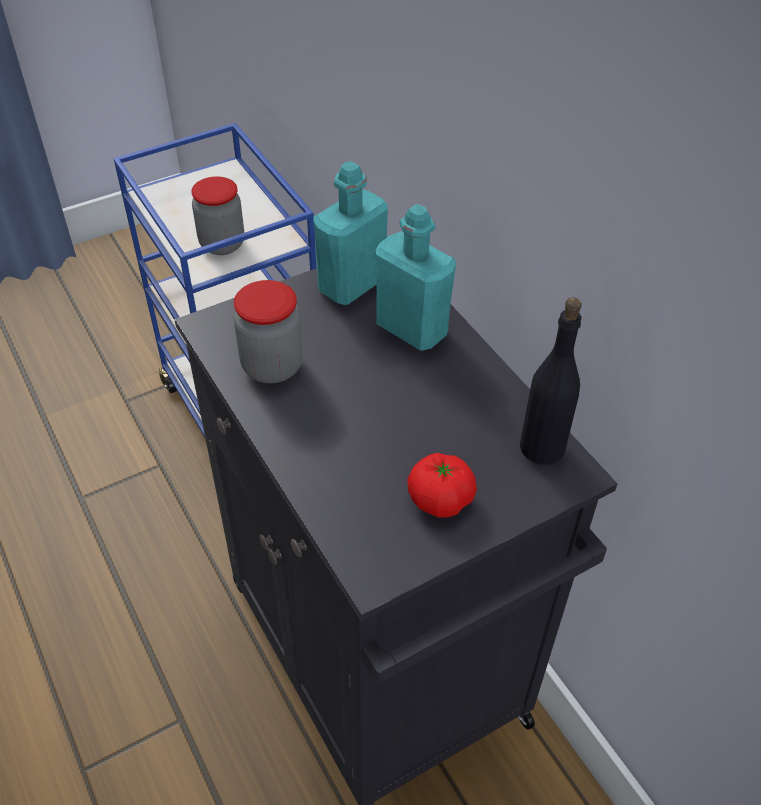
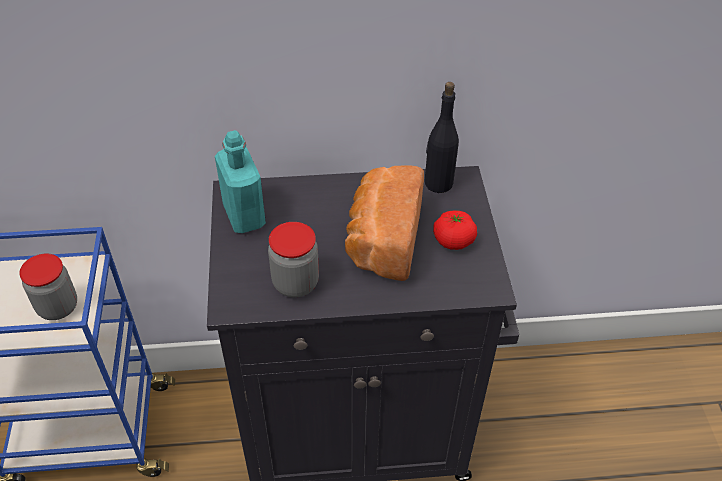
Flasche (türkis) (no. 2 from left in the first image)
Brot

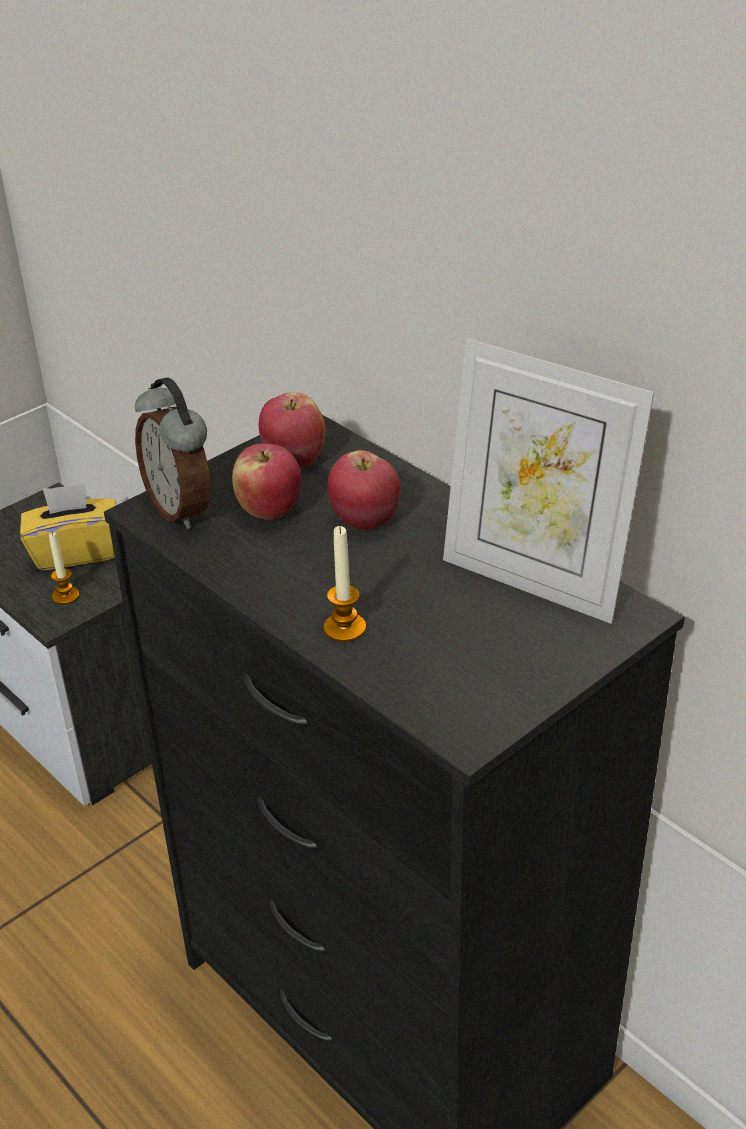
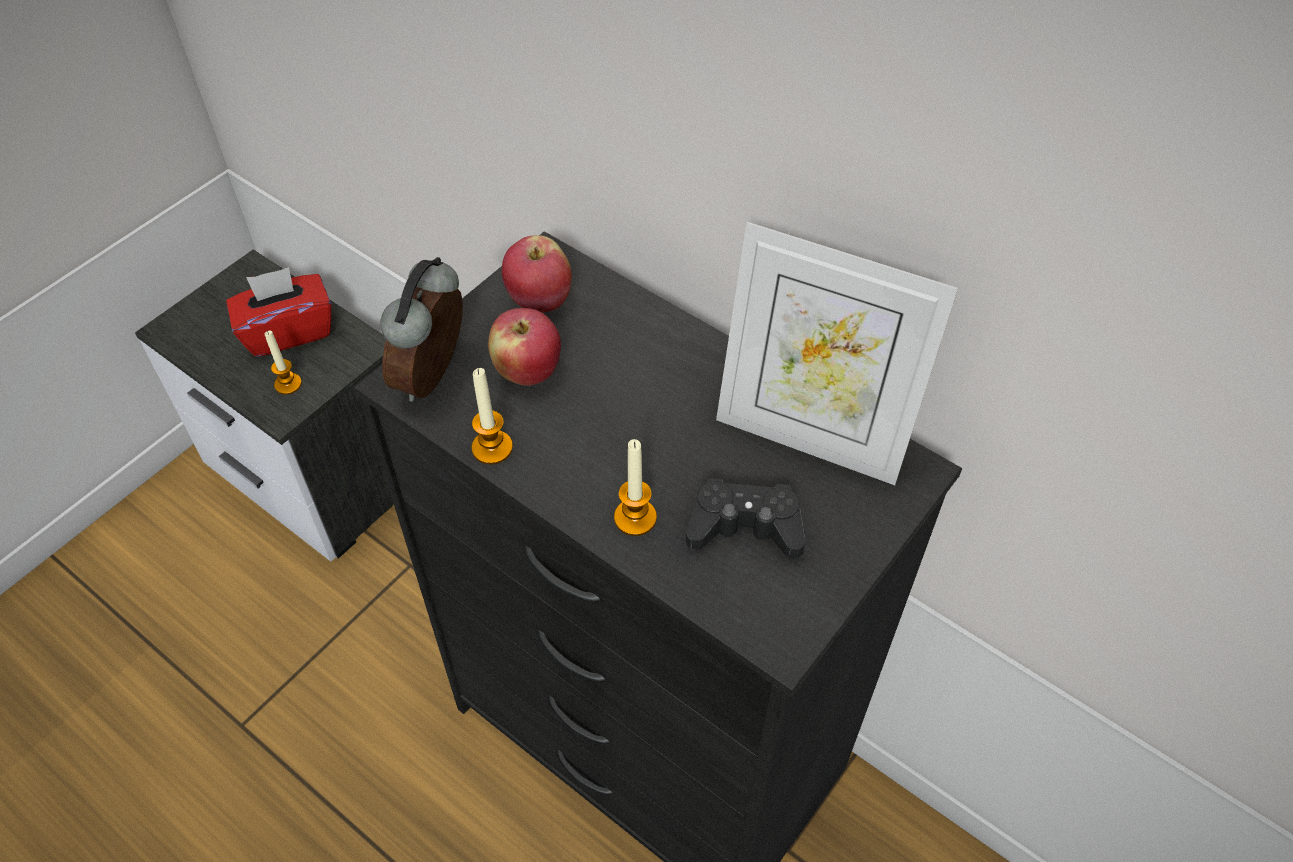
Taschentuchbox (rot)
Wecker
Apfel (no. 3 from left in the first image)
Kerze (no. 2 from left)
Gamepad (schwarz)

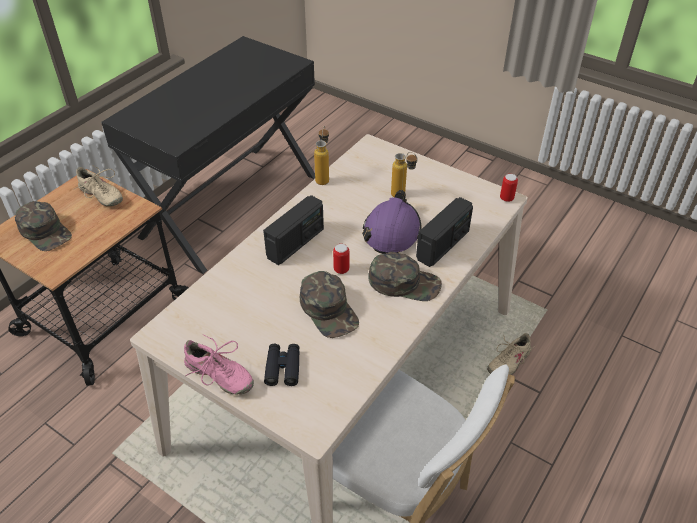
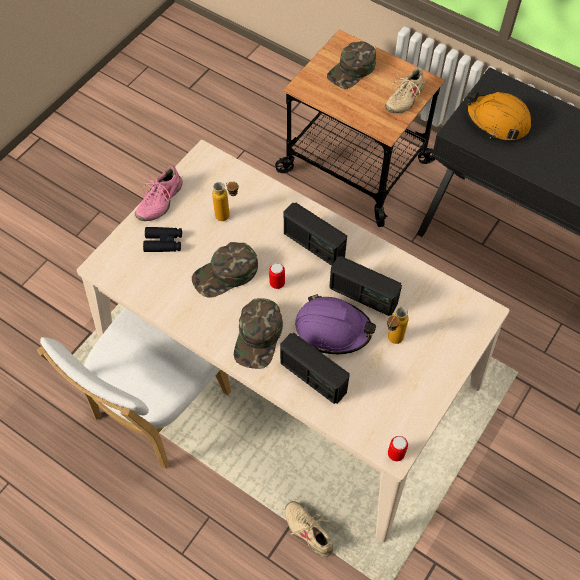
Flasche (no. 1 from left)
Radio (no. 3 from left)
Schutzhelm (orange)

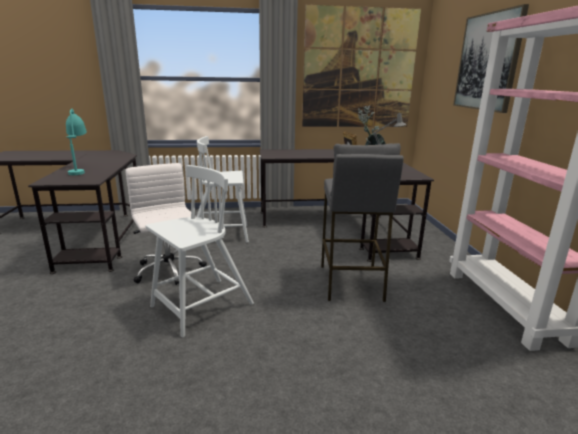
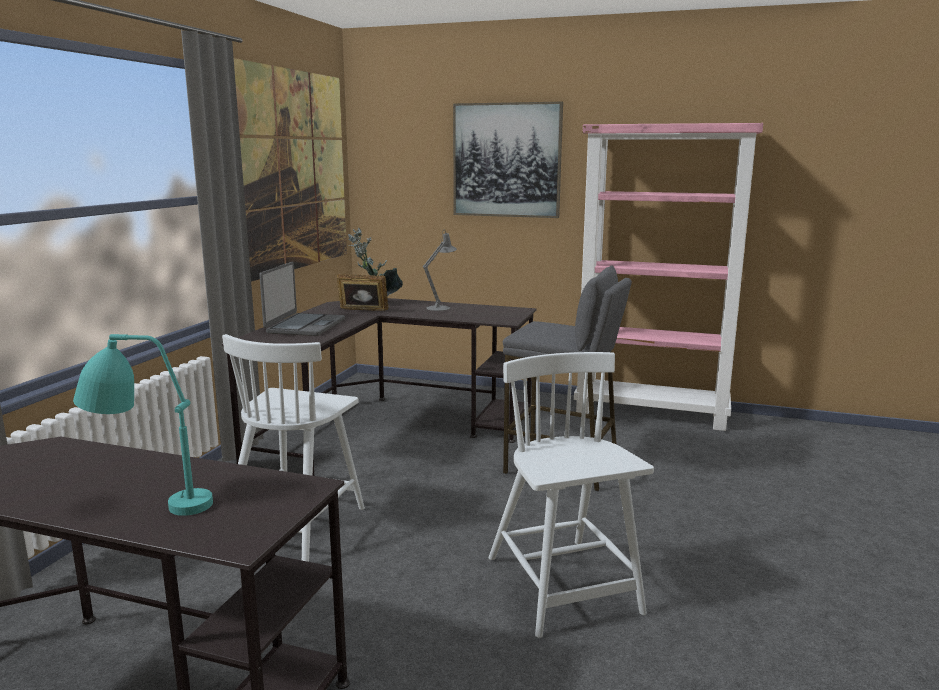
Bürostuhl (weiß)
Laptop

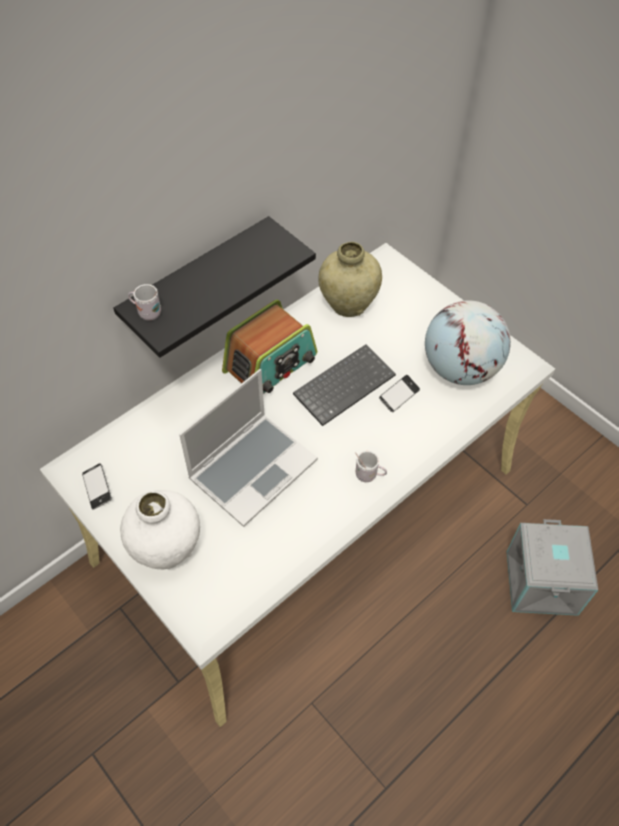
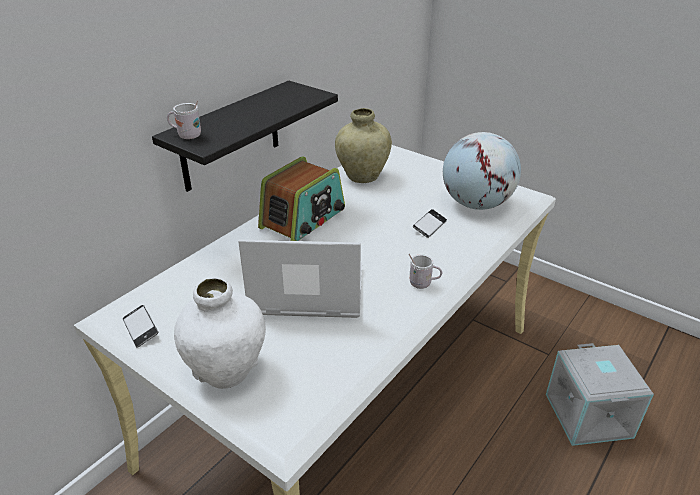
Laptop
Tastatur

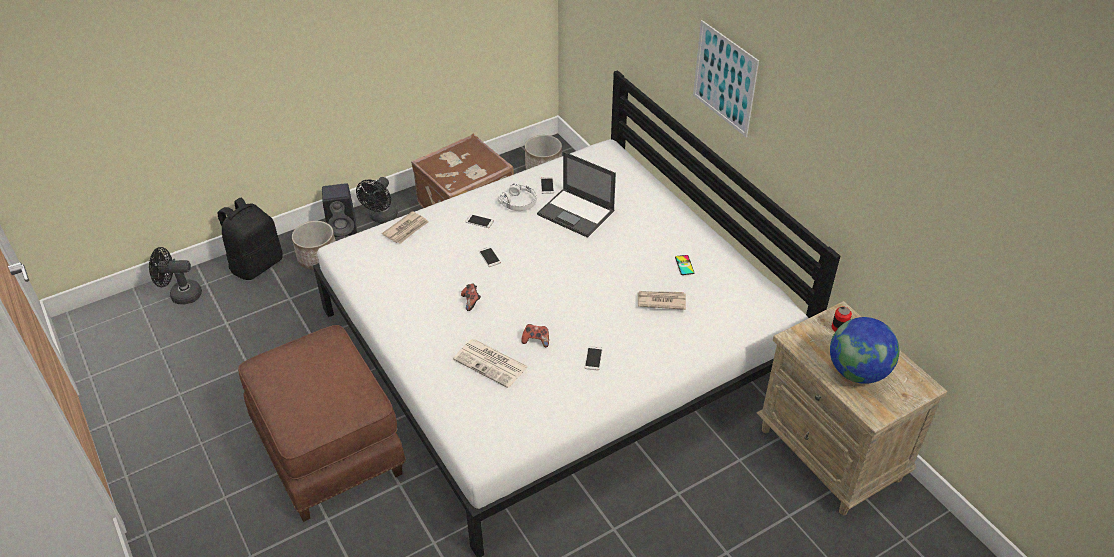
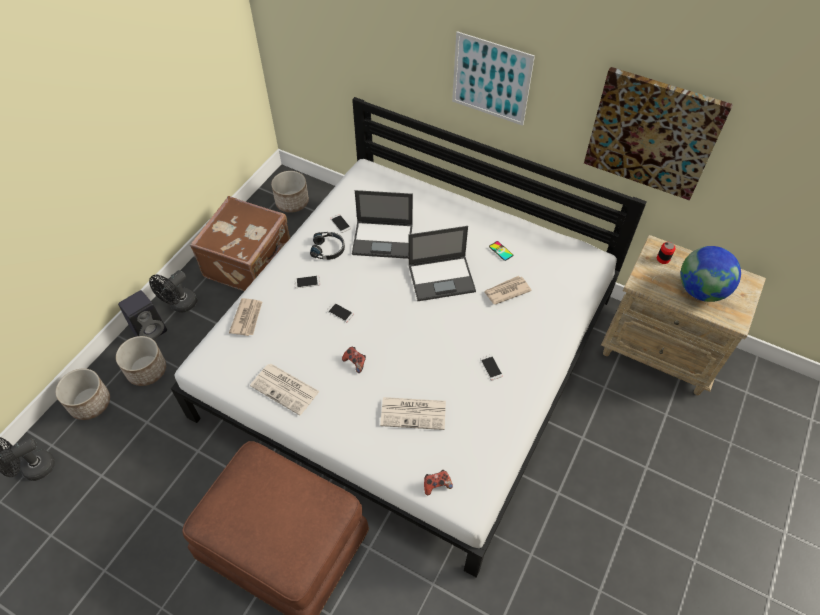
Pflanzkübel (no. 1 from left)
Ventilator (schwarz) (no. 2 from left)
Kopfhörer (schwarz)
Gamepad (no. 2 from left)
Zeitung (no. 2 from left)
Laptop (no. 2 from left)
Bild (no. 2 from left)

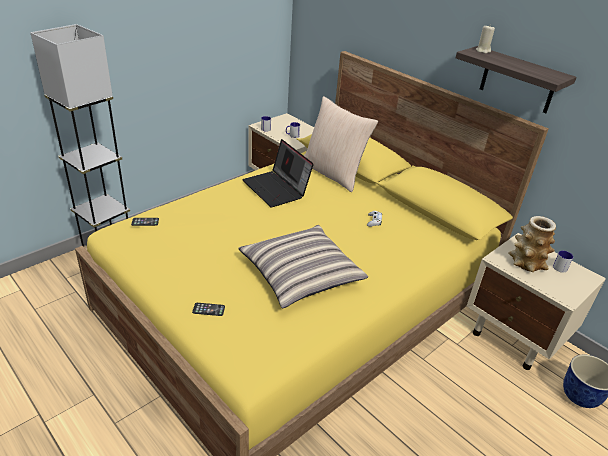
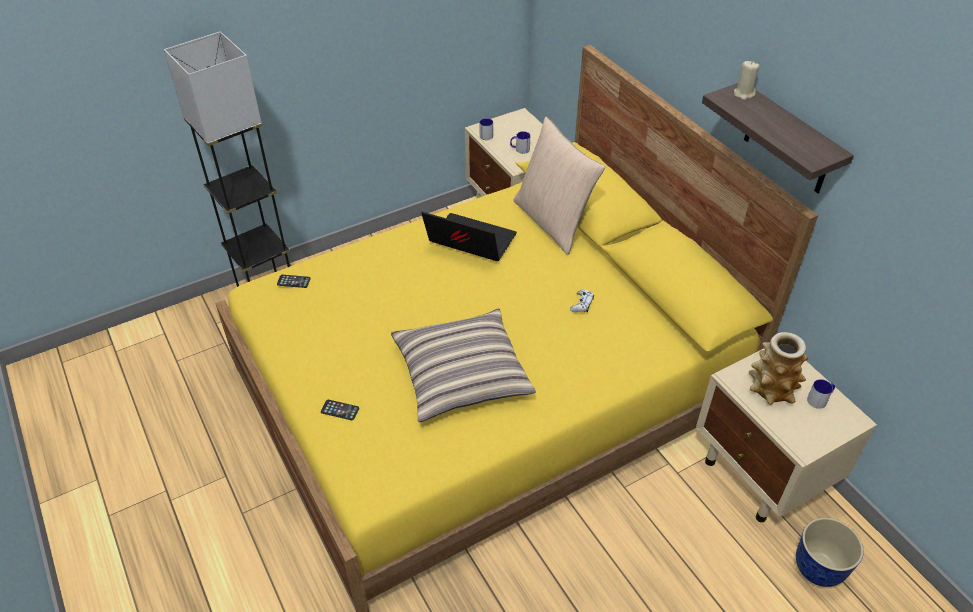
Laptop

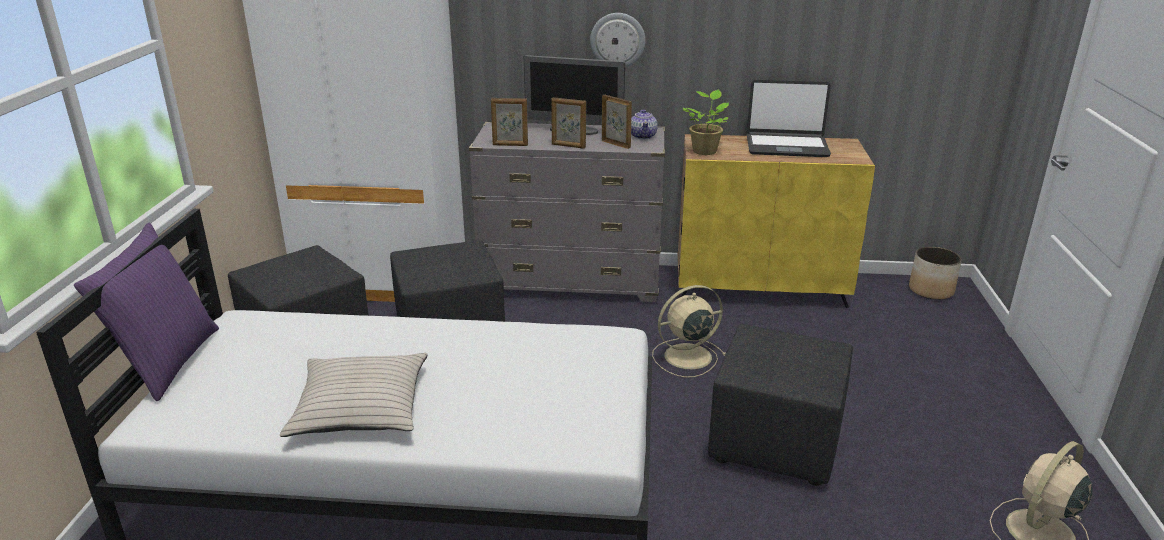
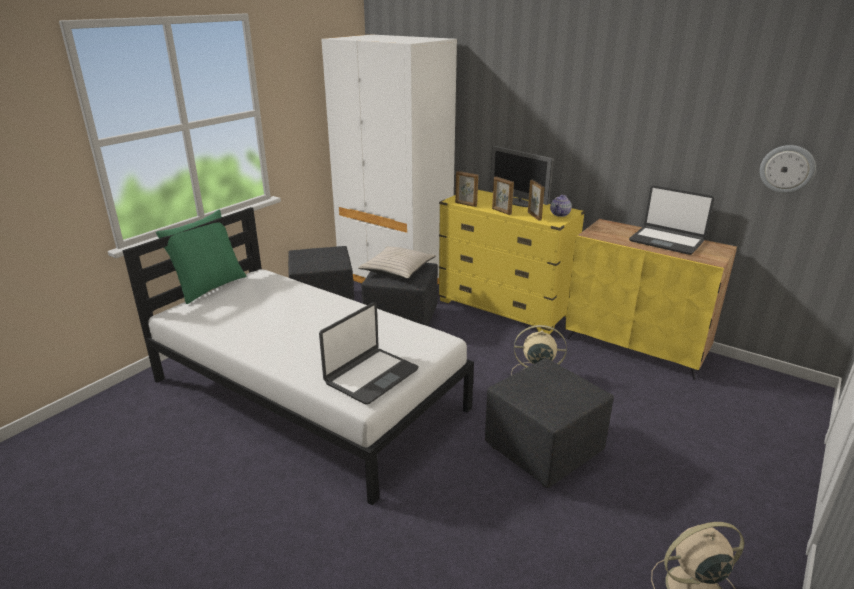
Kissen (grün)
Kissen (beige)
Kommode (gelb)
Wanduhr
Topfpflanze
Pflanzkübel
Laptop (no. 1 from left)

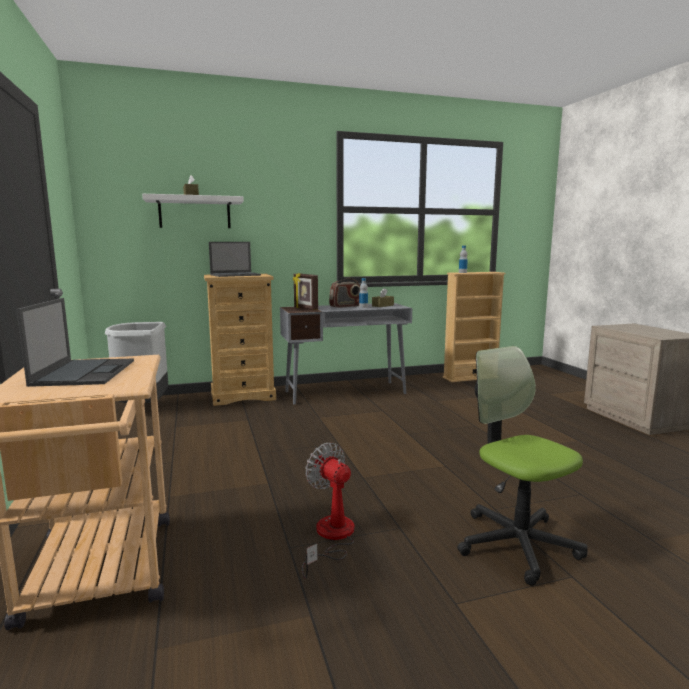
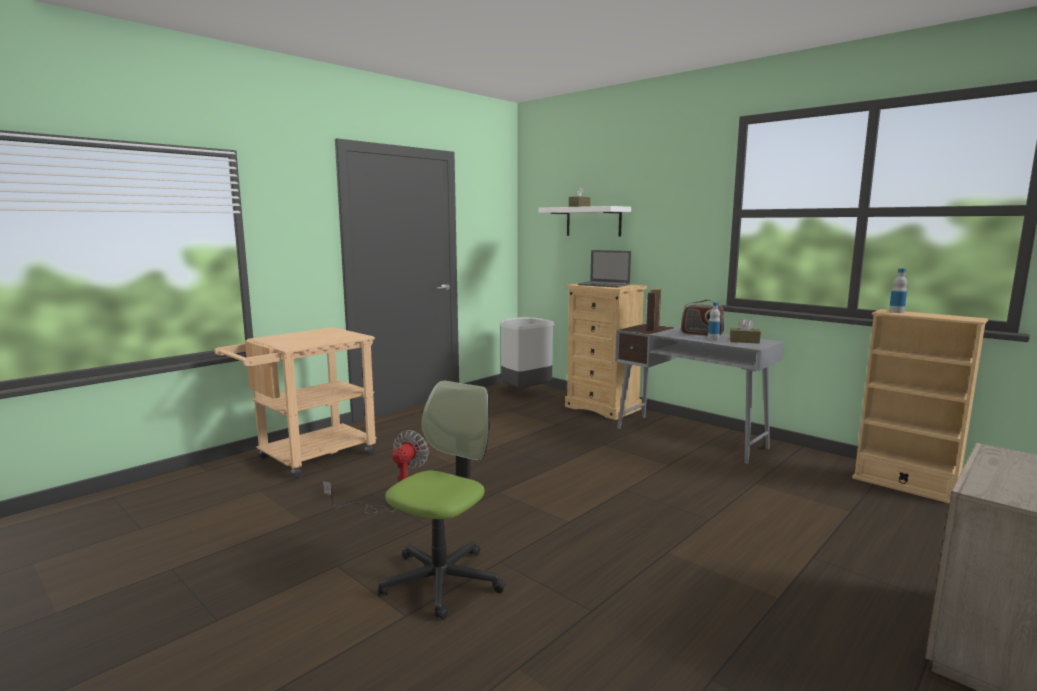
Laptop (no. 1 from left in the first image)

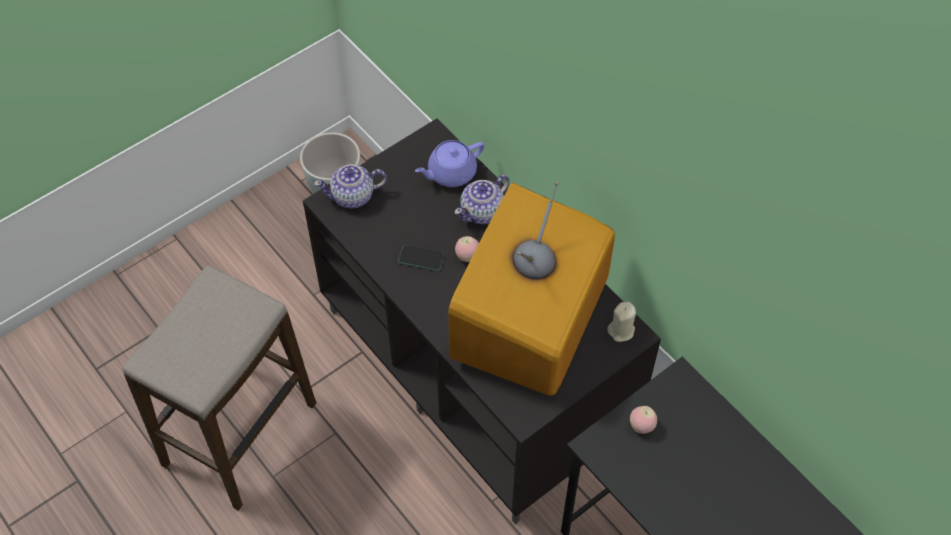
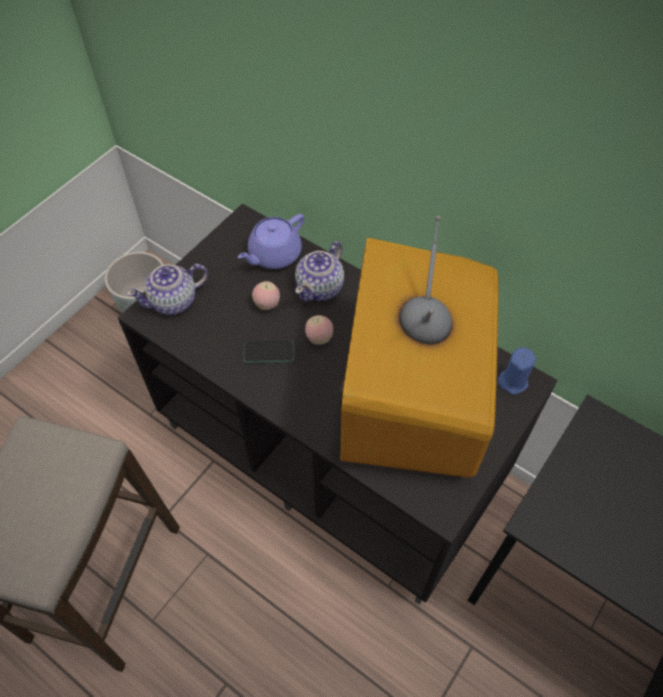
Kerze (blau)
Apfel (no. 1 from left)

